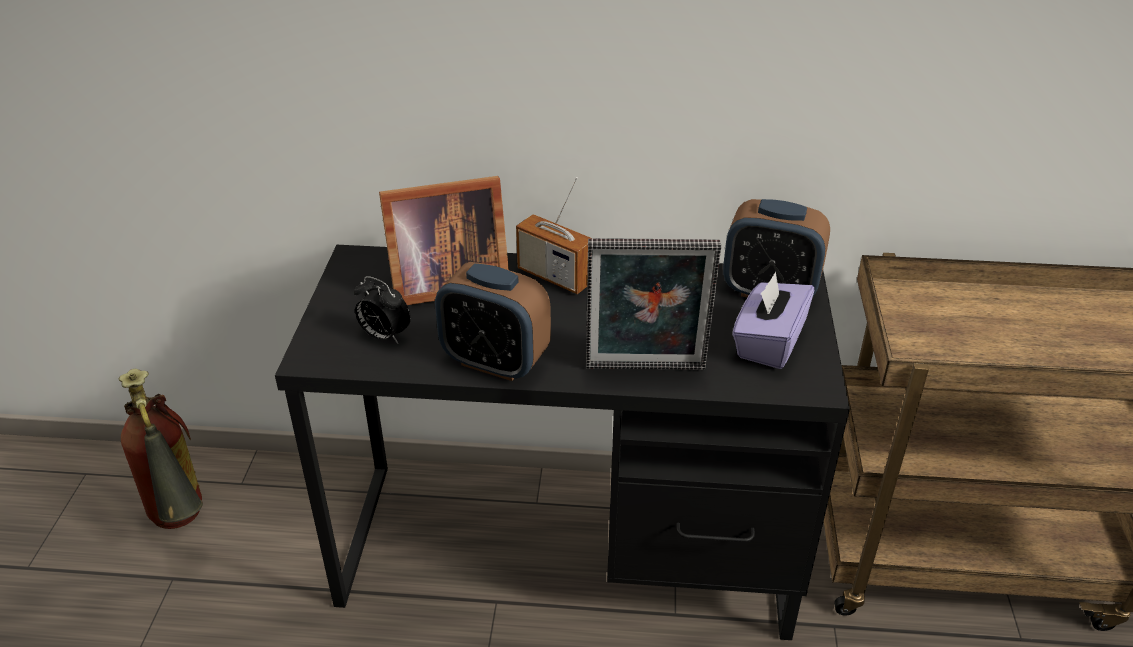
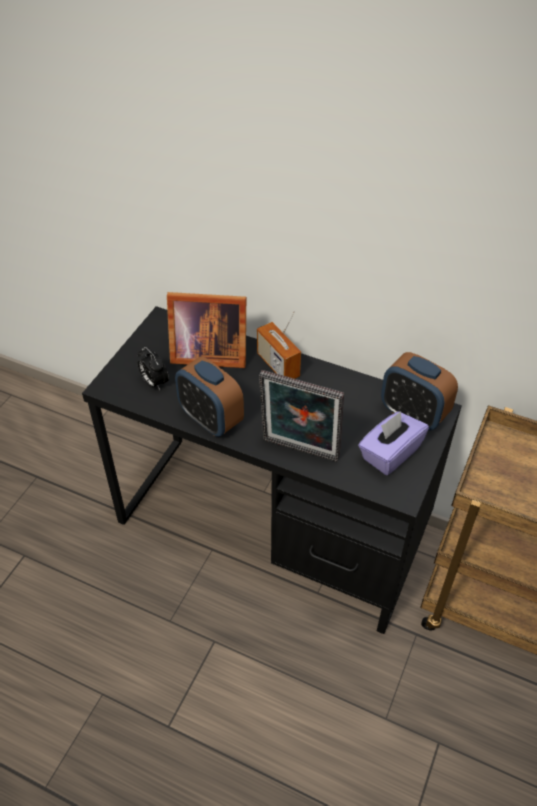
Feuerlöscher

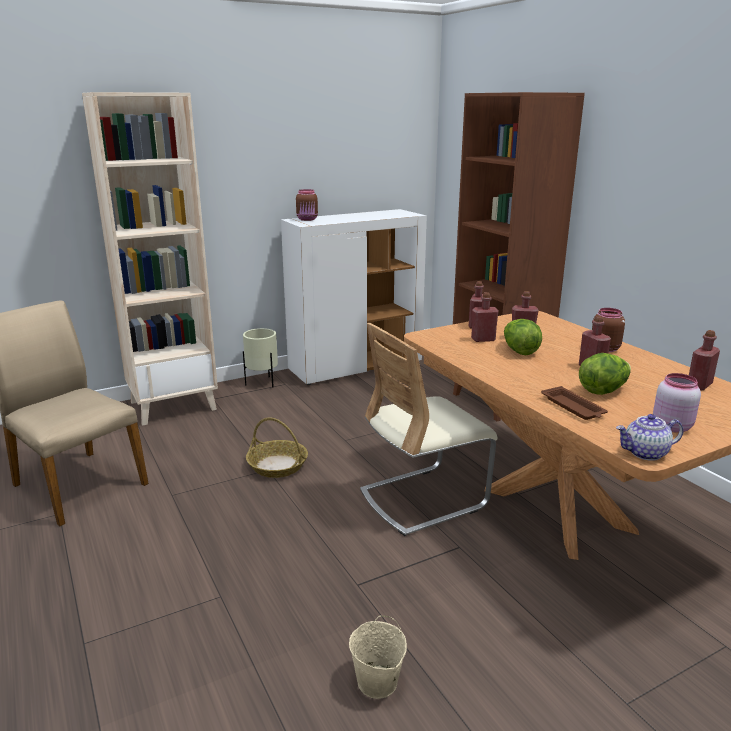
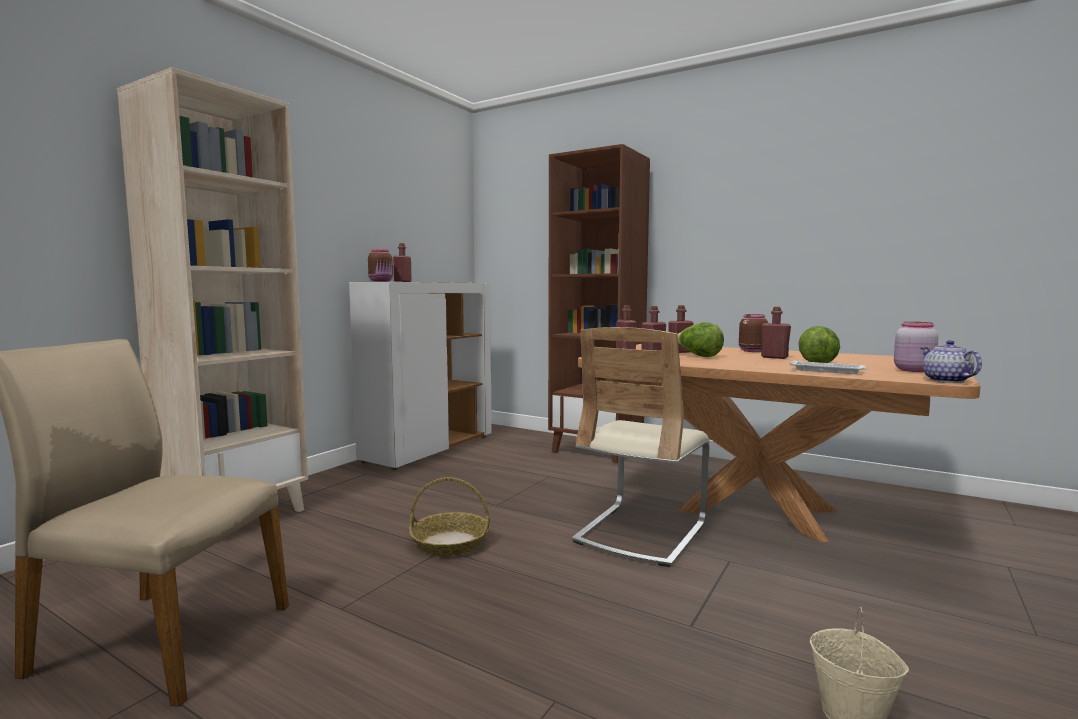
Pflanzkübel (beige)
Tablett (weiß)
Teekanne
Flasche (rot) (no. 1 from left)

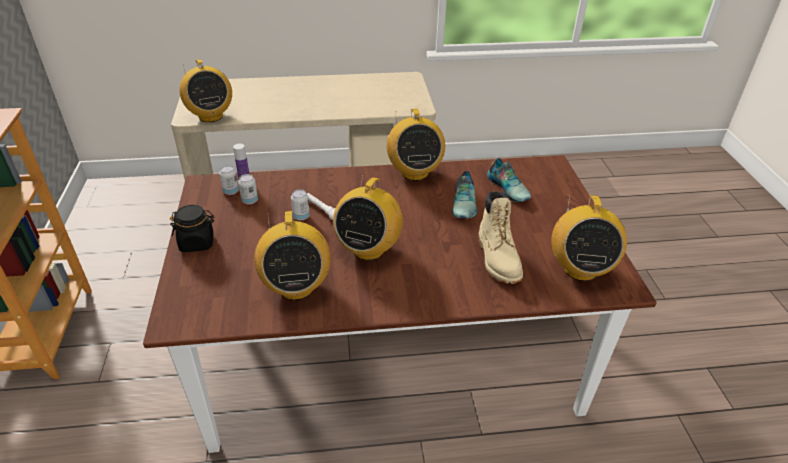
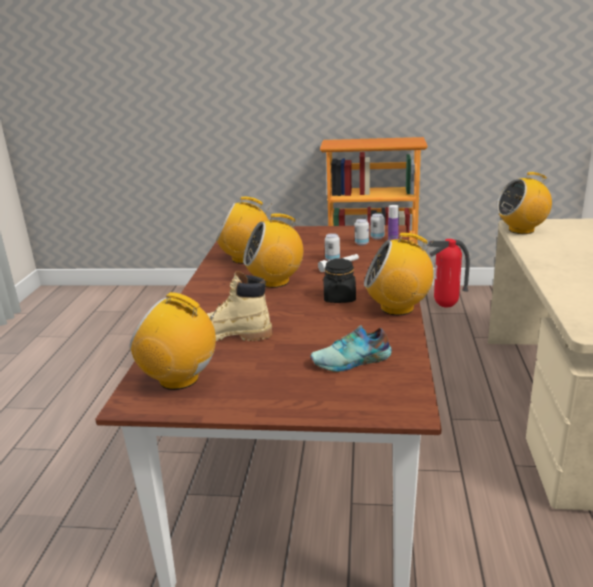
Vorratsglas (schwarz)
Radio (no. 3 from left)
Schuh (no. 1 from left in the first image)
Feuerlöscher

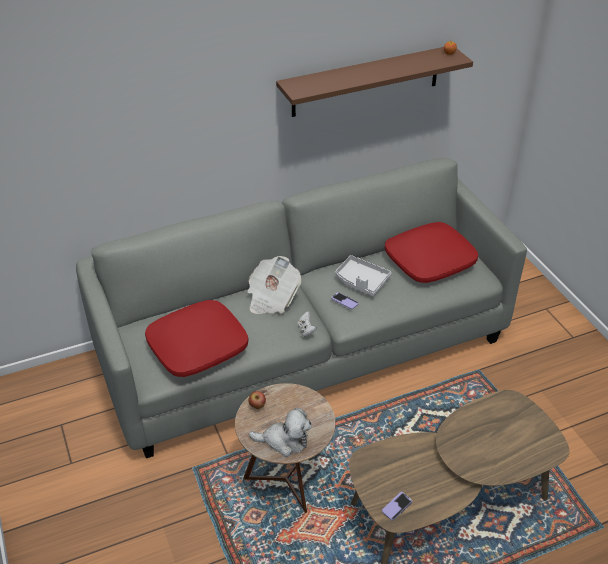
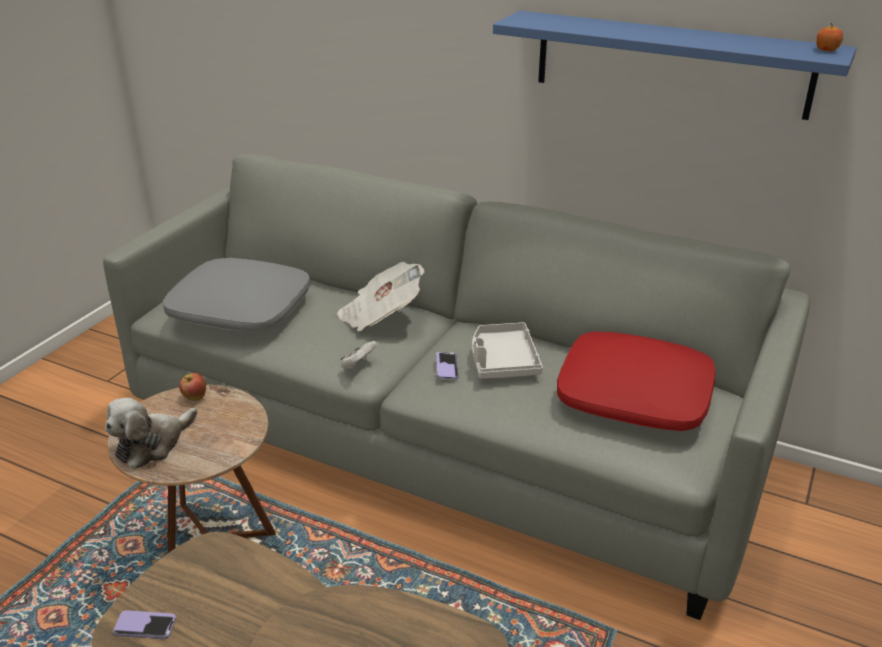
Kissen (grau)
Plüschtier
Wandregal (blau)

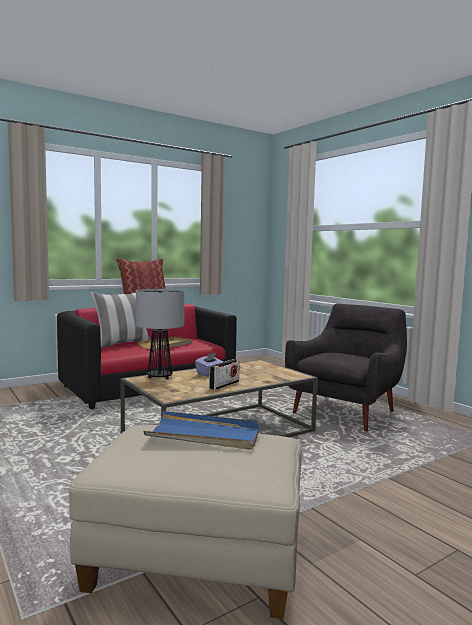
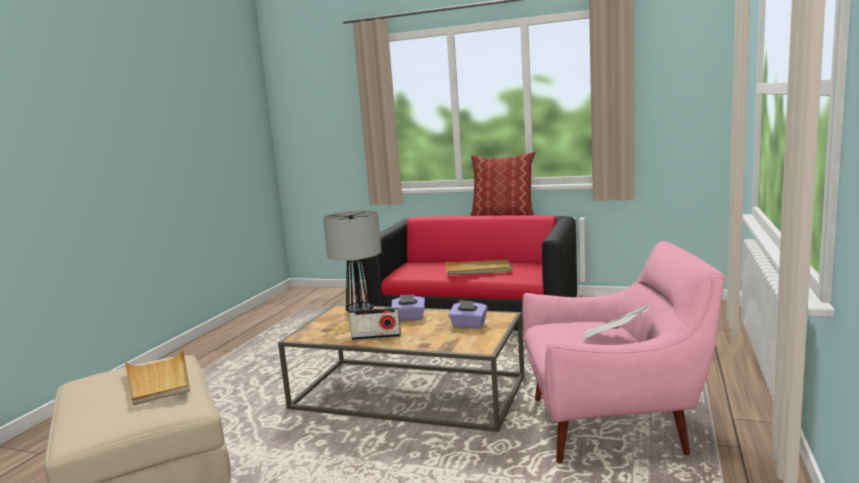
Kissen (no. 1 from left in the first image)
Tablett (beige) (no. 1 from left)
Sessel (rosa)
Taschentuchbox (lila) (no. 2 from left)
Zeitung

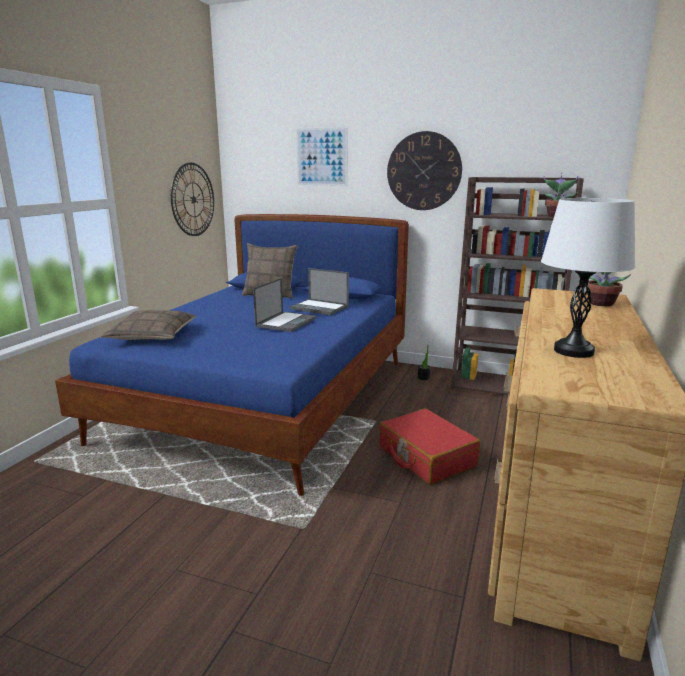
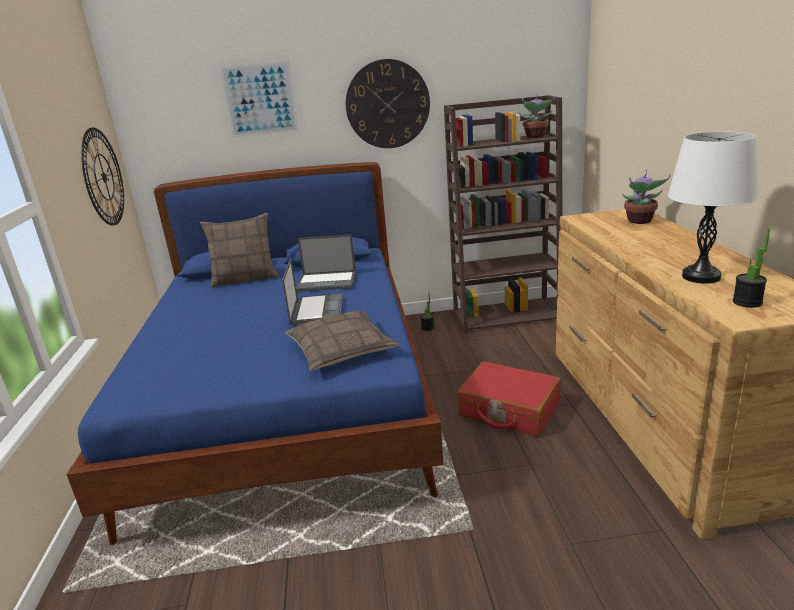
Kissen (no. 2 from left)
Topfpflanze (no. 4 from left)

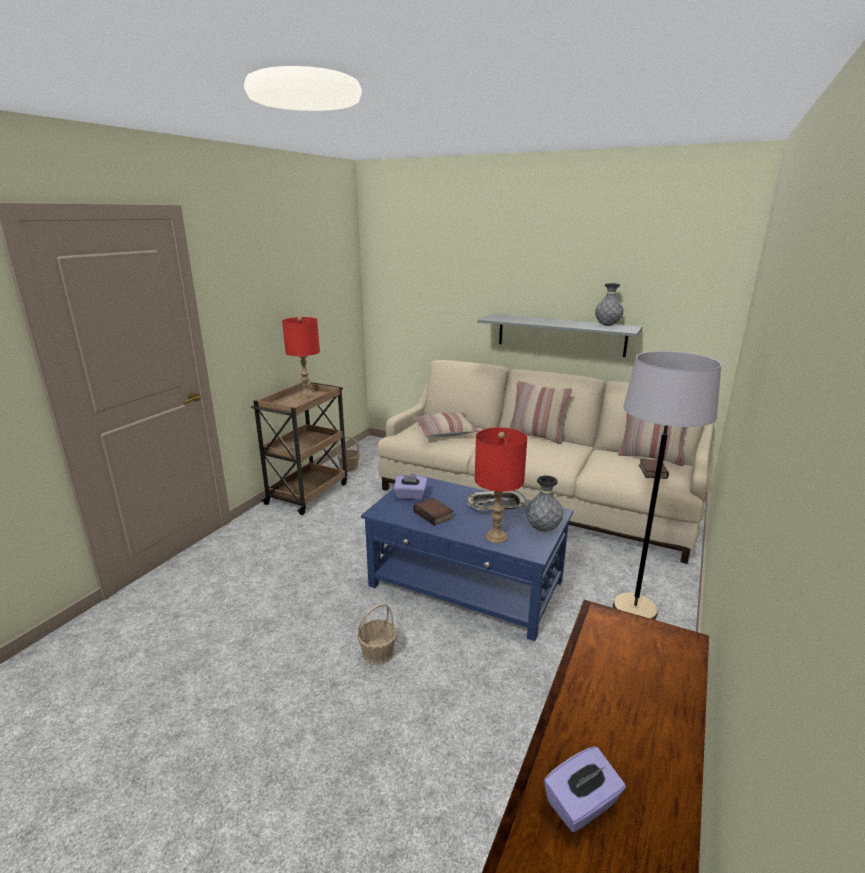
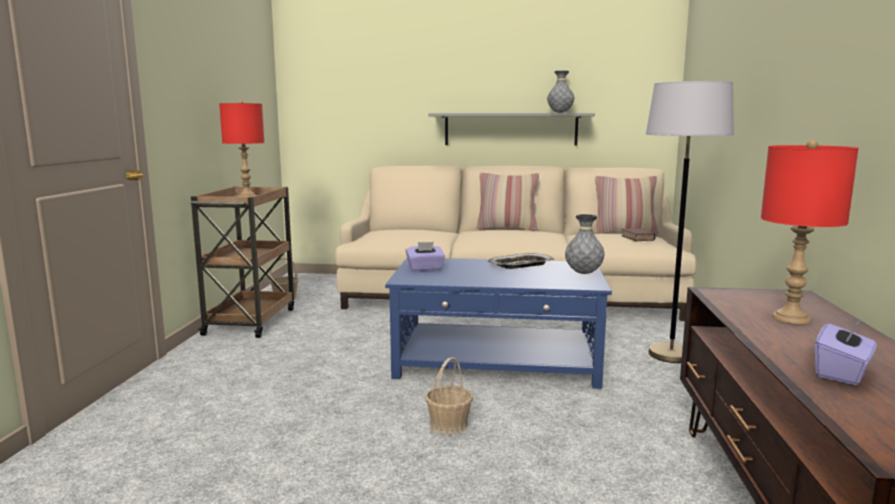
Kissen (no. 1 from left in the first image)
Buch (no. 1 from left in the first image)
Tischlampe (rot) (no. 2 from left)

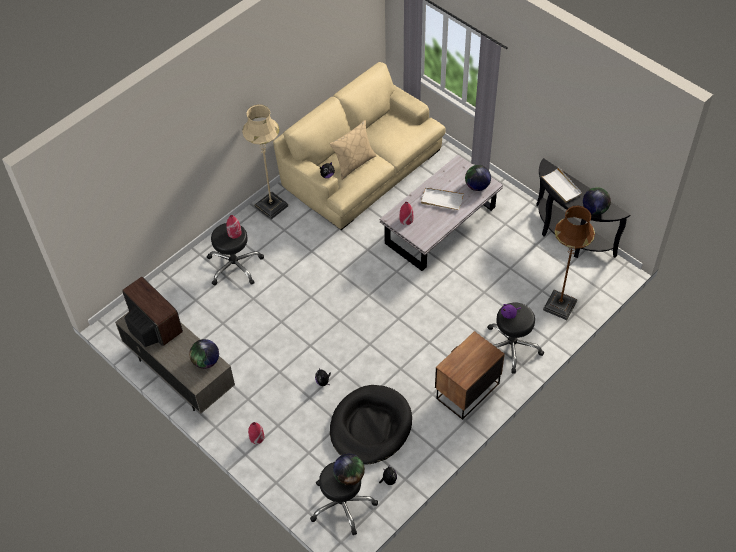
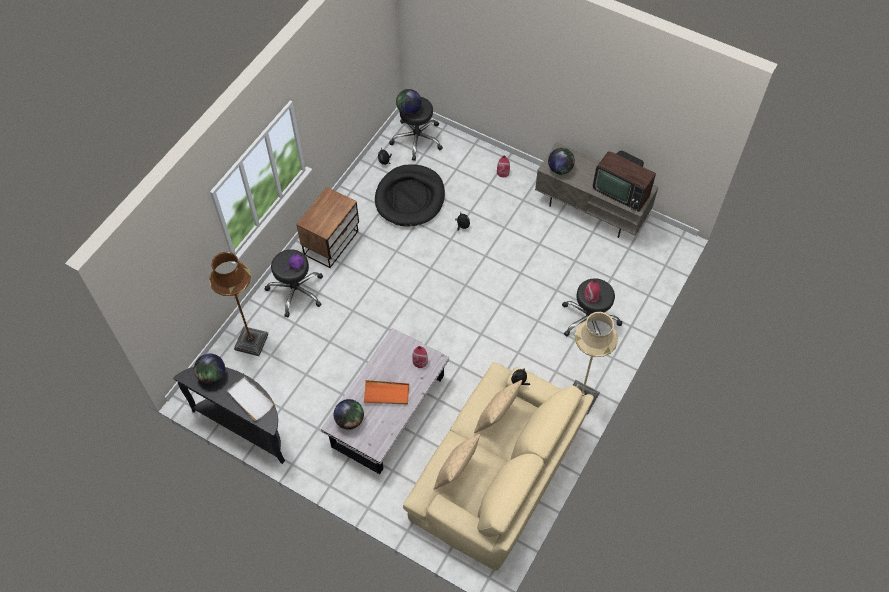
Tablett (orange)
Kissen (beige) (no. 1 from left)

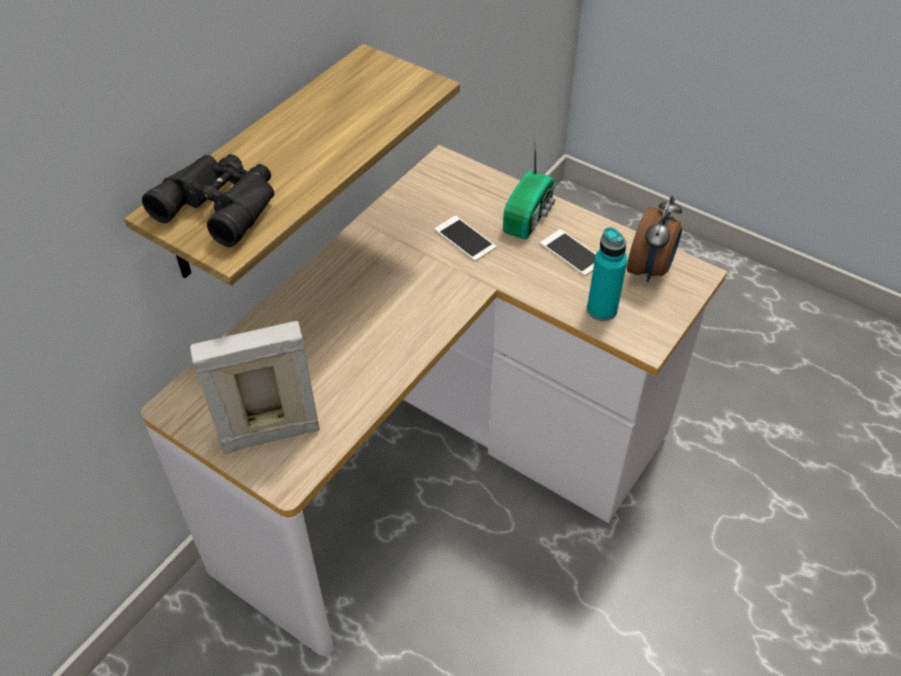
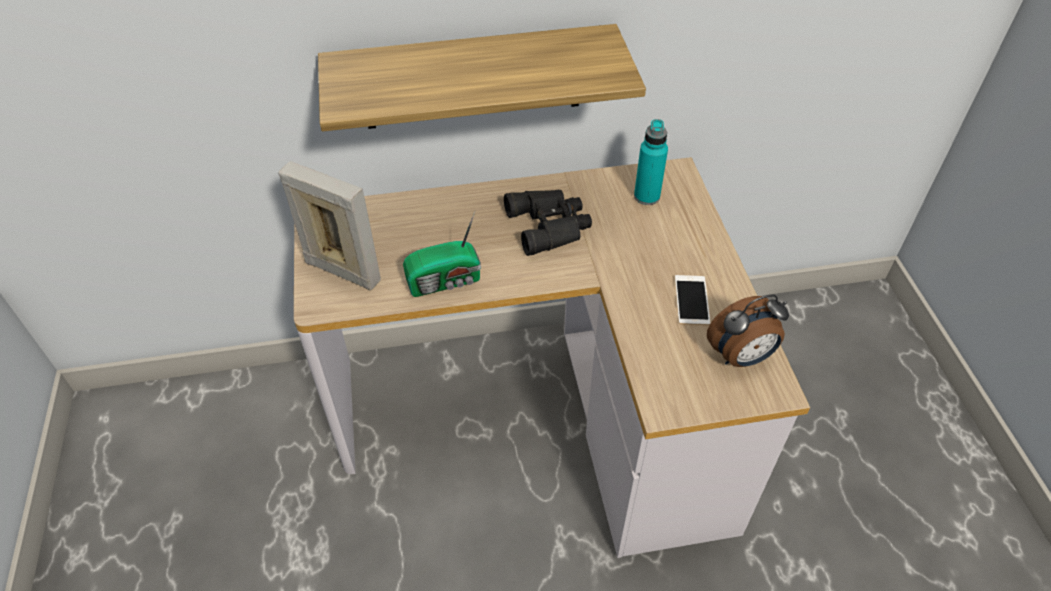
Fernglas (schwarz)
Handy (no. 1 from left in the first image)
Radio
Flasche (türkis)

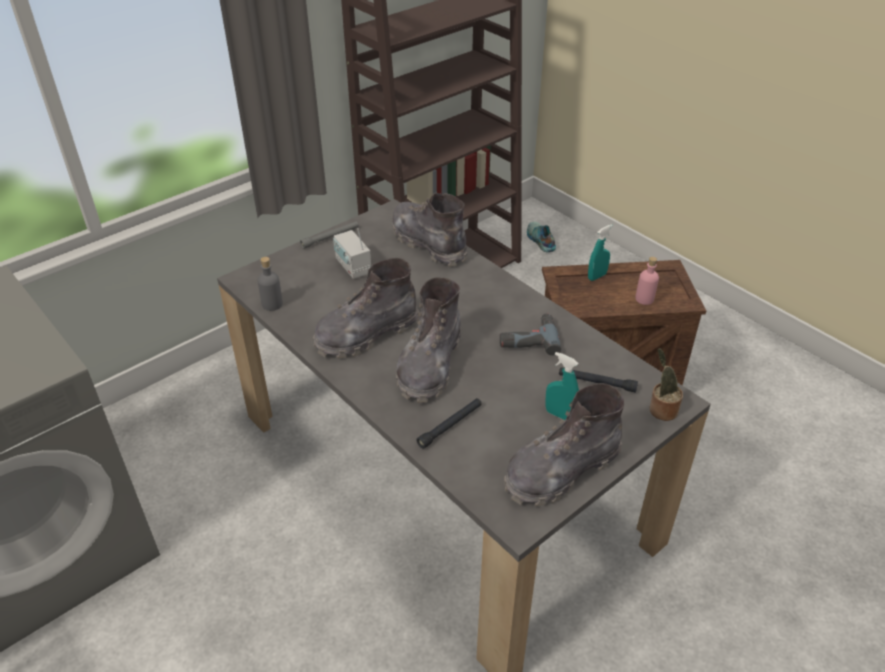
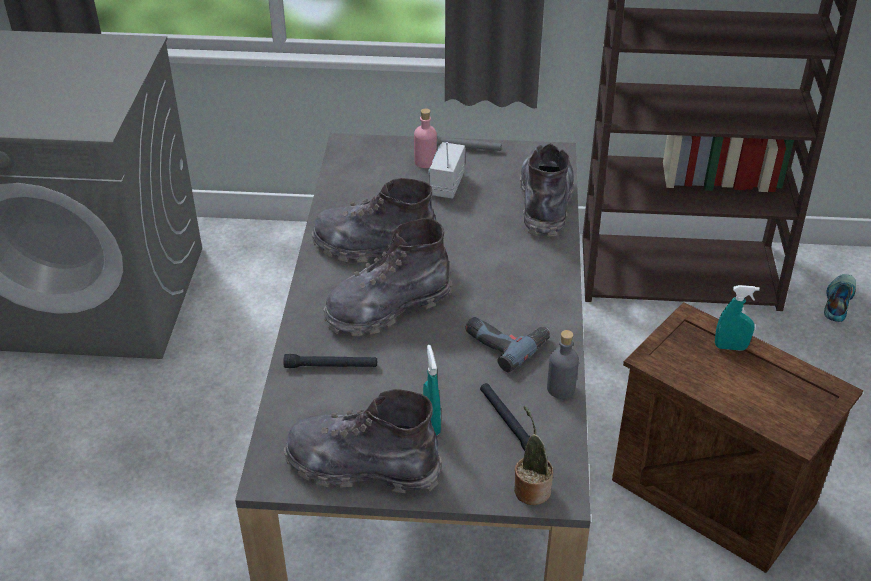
Flasche (grau)
Flasche (rosa)

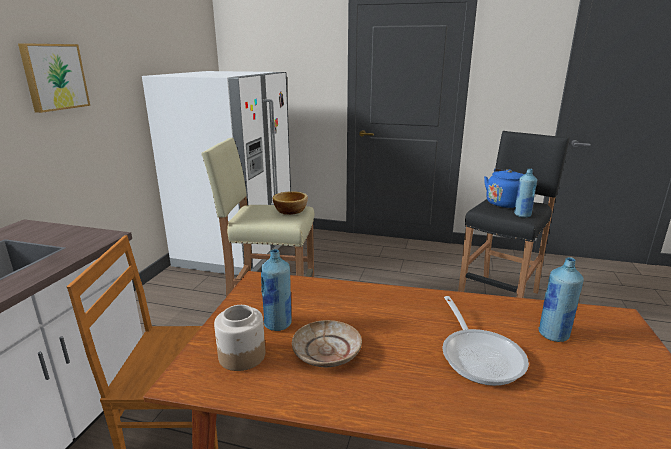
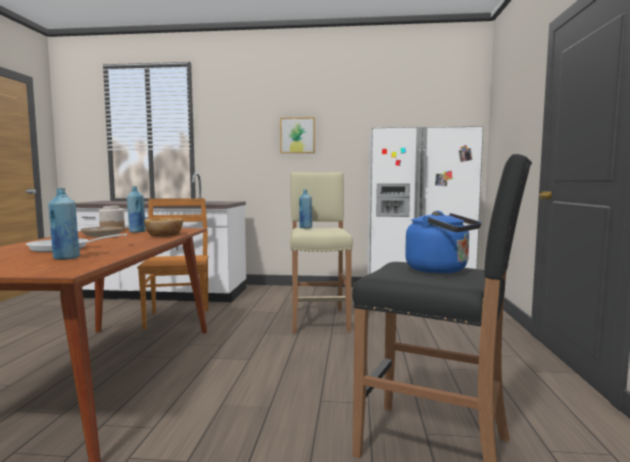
Schüssel
Flasche (blau) (no. 3 from left)

